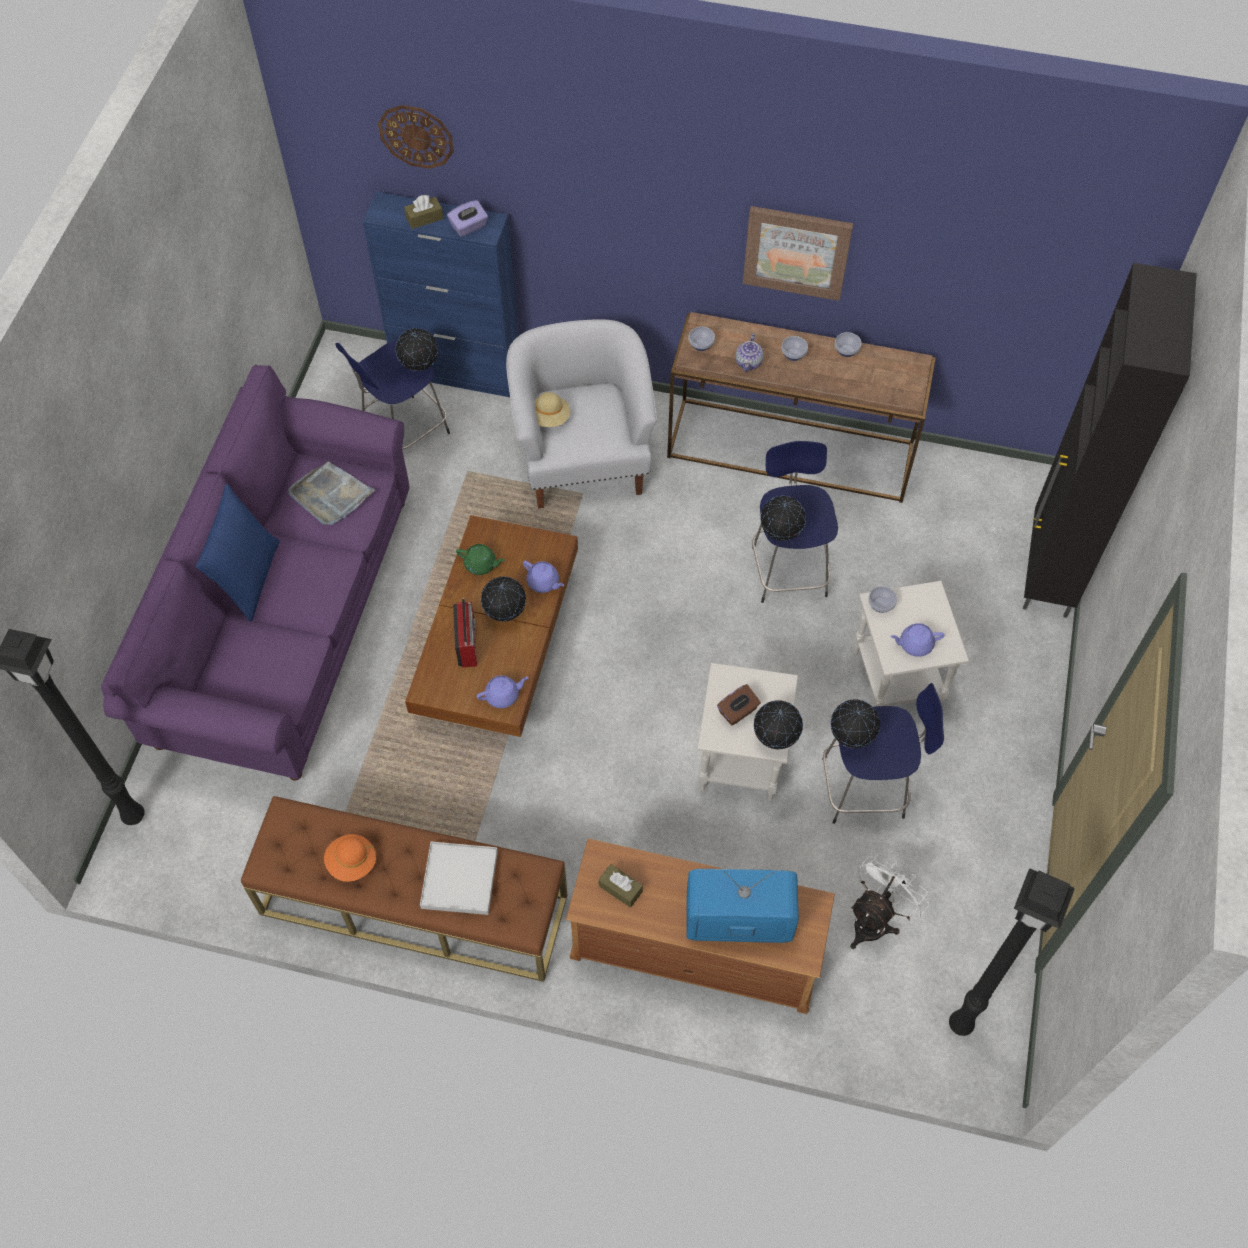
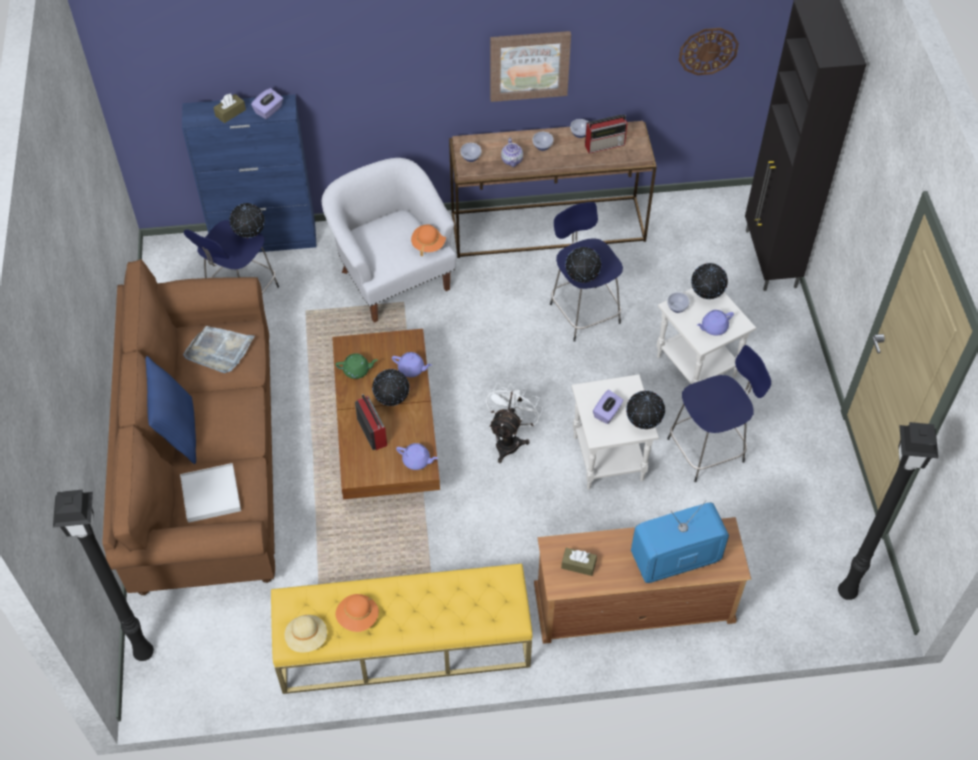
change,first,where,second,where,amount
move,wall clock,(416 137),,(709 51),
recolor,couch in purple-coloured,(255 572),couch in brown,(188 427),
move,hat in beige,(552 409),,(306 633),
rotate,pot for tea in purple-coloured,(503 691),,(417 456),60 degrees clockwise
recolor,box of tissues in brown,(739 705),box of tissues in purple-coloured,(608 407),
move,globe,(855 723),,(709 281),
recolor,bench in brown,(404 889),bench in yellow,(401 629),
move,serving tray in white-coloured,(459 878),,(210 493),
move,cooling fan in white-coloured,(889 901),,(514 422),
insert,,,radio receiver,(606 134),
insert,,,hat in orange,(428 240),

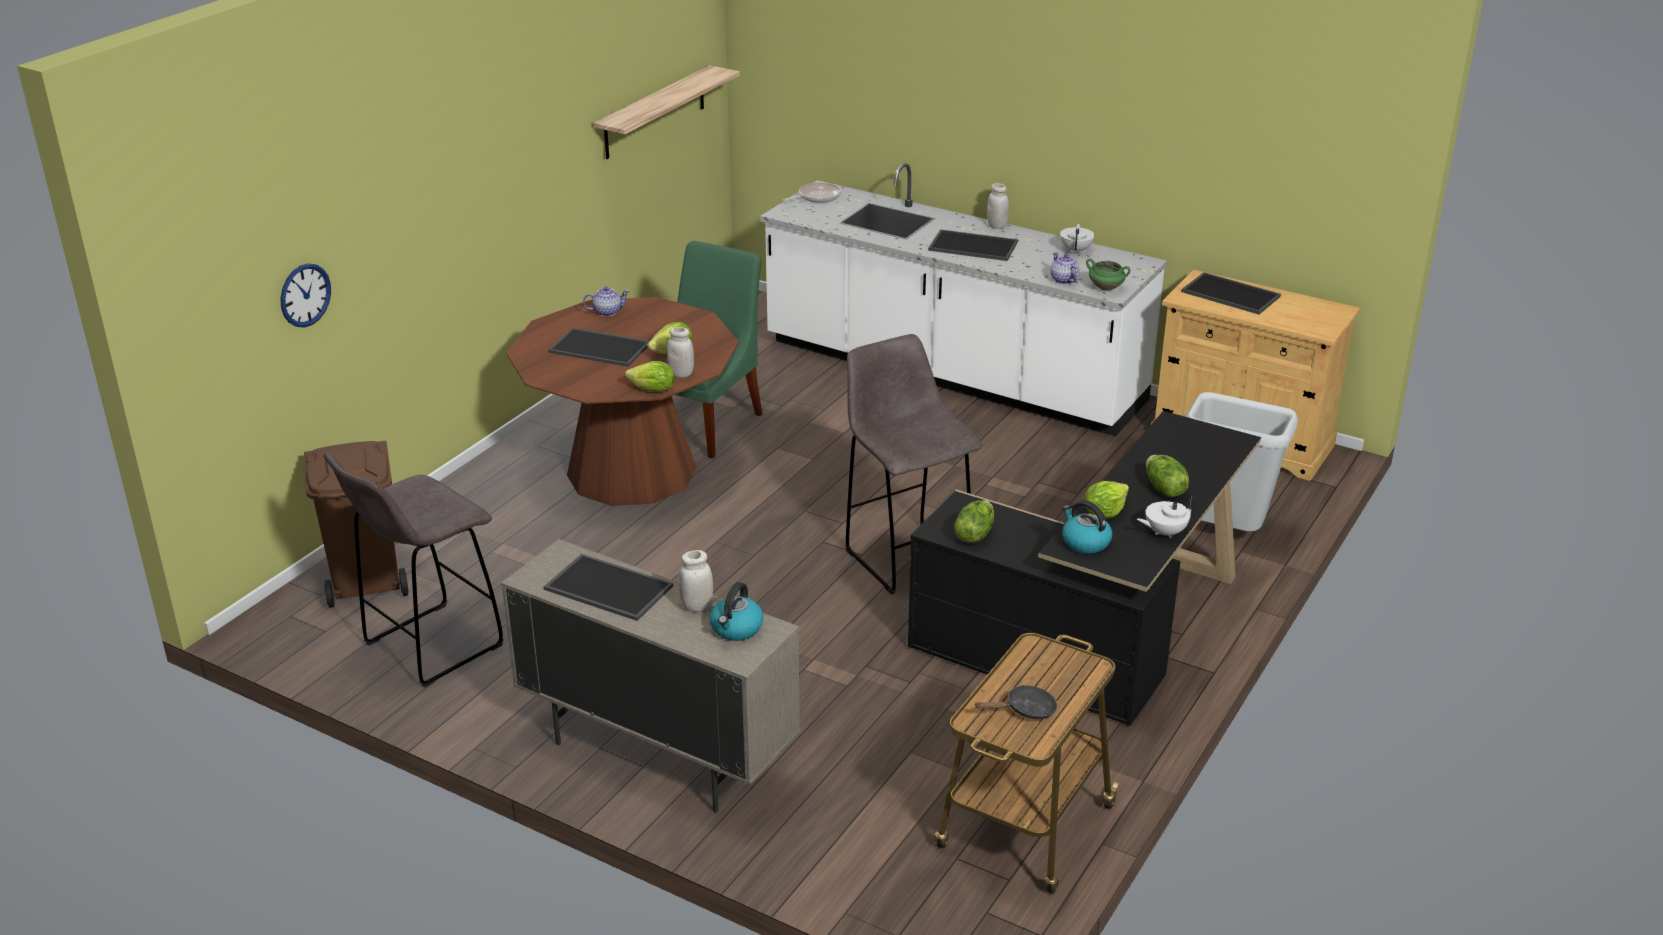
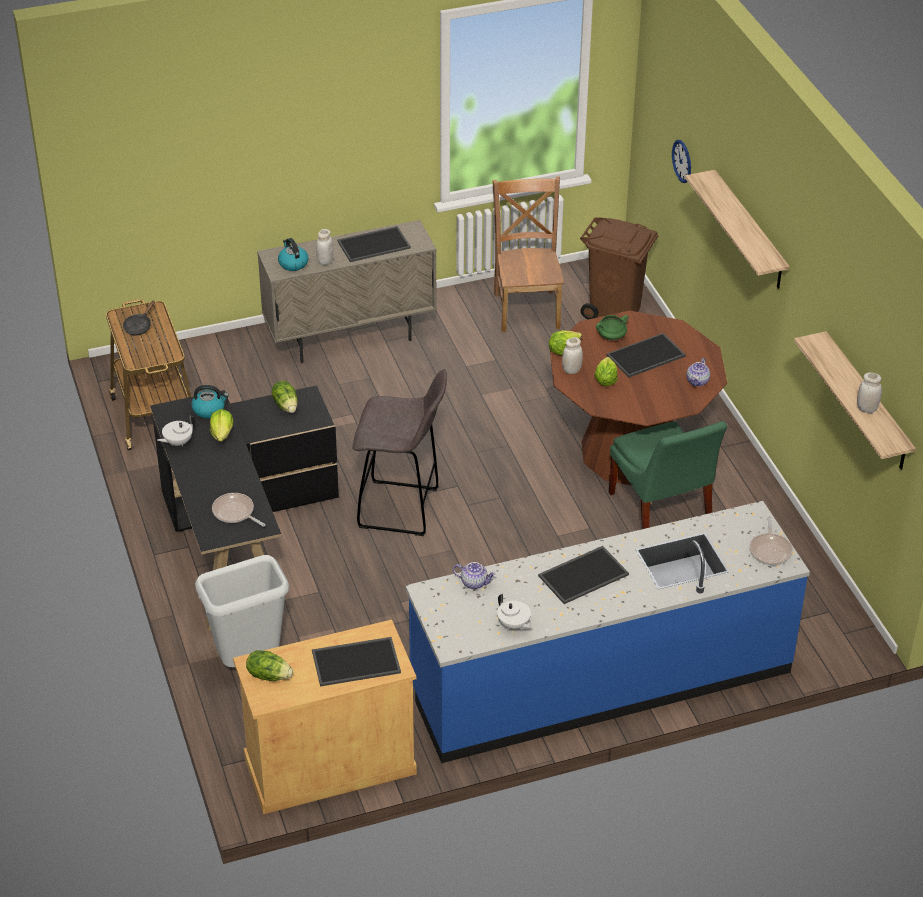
change,first,where,second,where,amount
recolor,kitchen base unit in white-coloured,(963 299),kitchen base unit in bluish,(607 632),
move,preserve jar in white-coloured,(998 206),,(869 392),
move,stockpot in greenish,(1108 274),,(612 327),
replace,sitting stool in gray,(414 570),plain chair in brown,(528 254),
move,lettuce,(1167 476),,(269 665),
rotate,pot for tea in white-coloured,(1166 516),,(176 430),150 degrees counterclockwise
insert,,,shelf,(737 229),
insert,,,pan,(238 510),

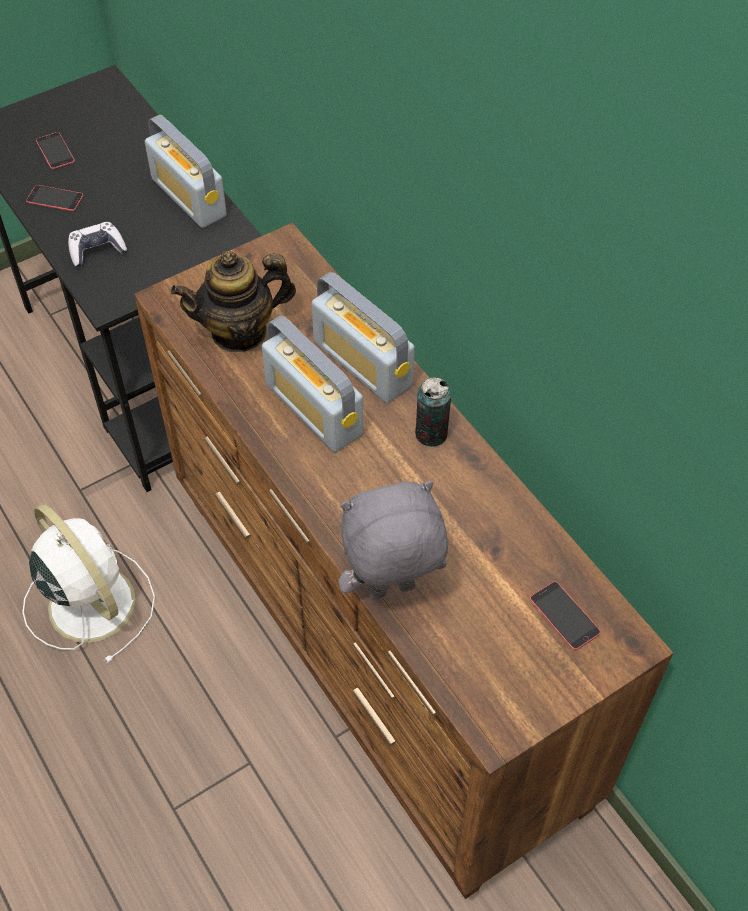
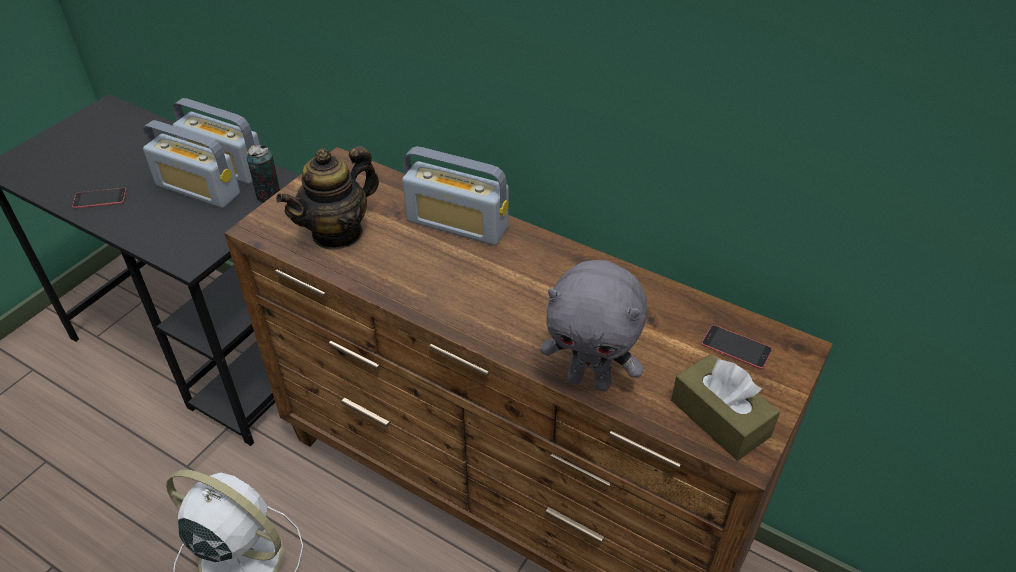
change,first,where,second,where,amount
delete,handset,(55 150),,,
delete,gamepad,(97 244),,,
move,radio receiver,(312 384),,(191 164),
move,metal can,(433 412),,(263 174),
rotate,cuddly toy in gray,(393 540),,(594 325),120 degrees counterclockwise
insert,,,box of tissues in brown,(725 407),

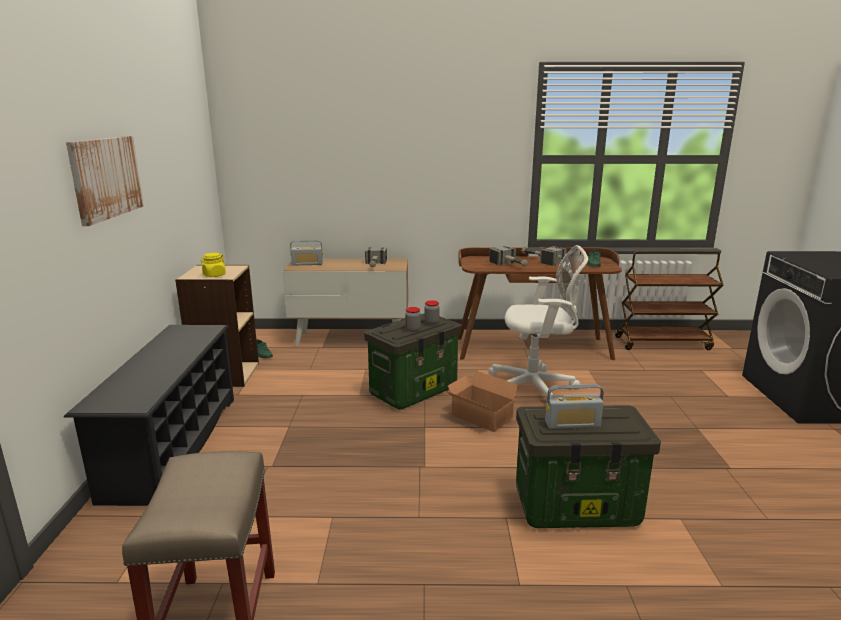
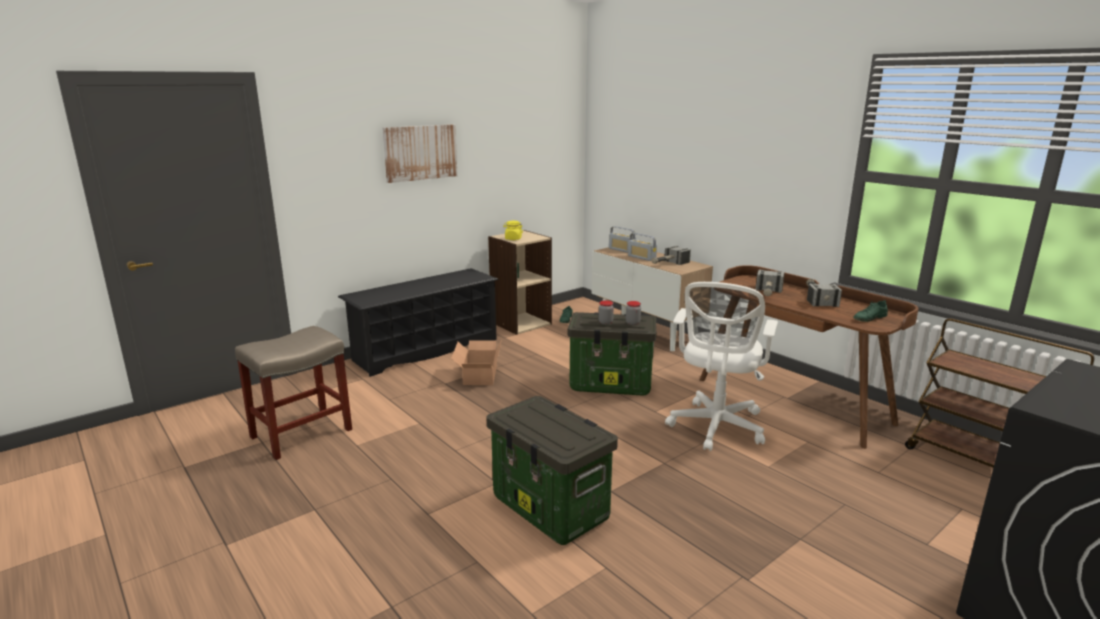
change,first,where,second,where,amount
rotate,computer chair in white-coloured,(538 320),,(721 366),60 degrees clockwise
move,cardboard box,(483 401),,(476 362),
move,radio receiver,(574 406),,(642 247),

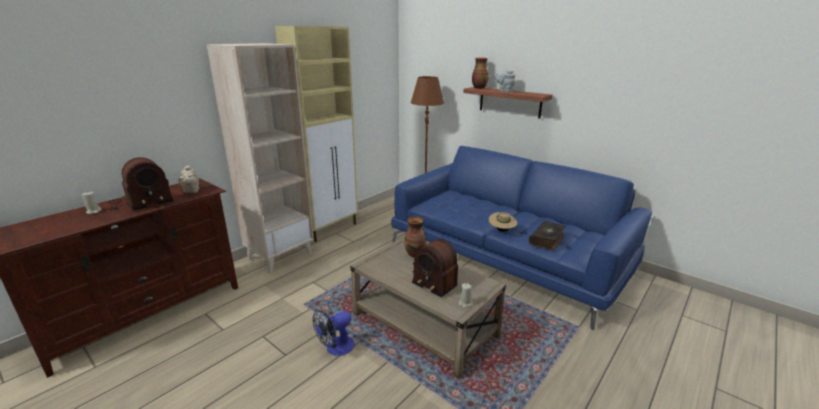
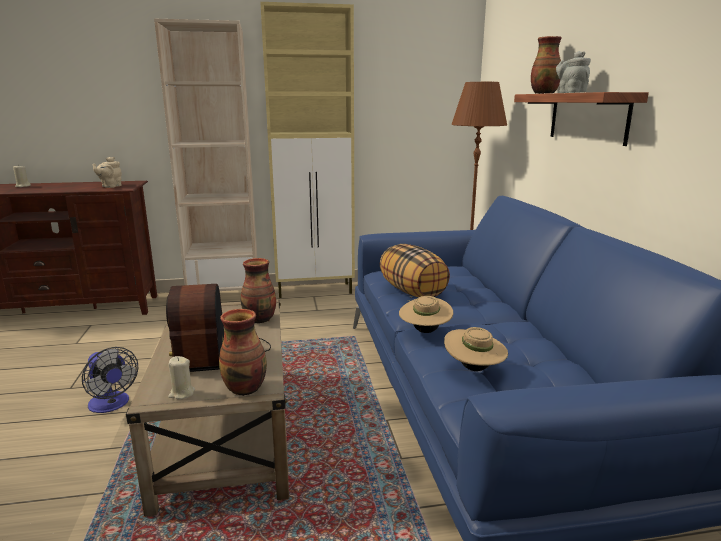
change,first,where,second,where,amount
delete,radio receiver,(141 184),,,
replace,bound book,(547 236),hat in beige,(476 349),
rotate,cooling fan,(333 333),,(110 380),135 degrees counterclockwise
insert,,,cushion,(415 270),
insert,,,flower vase,(243 352),

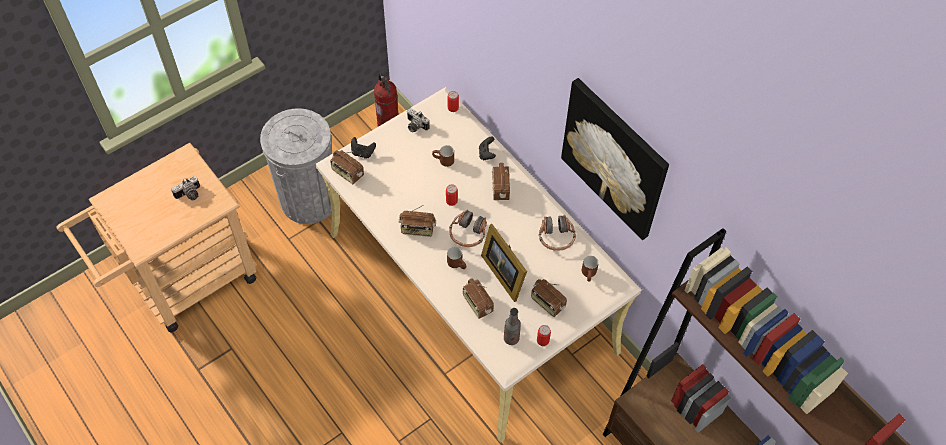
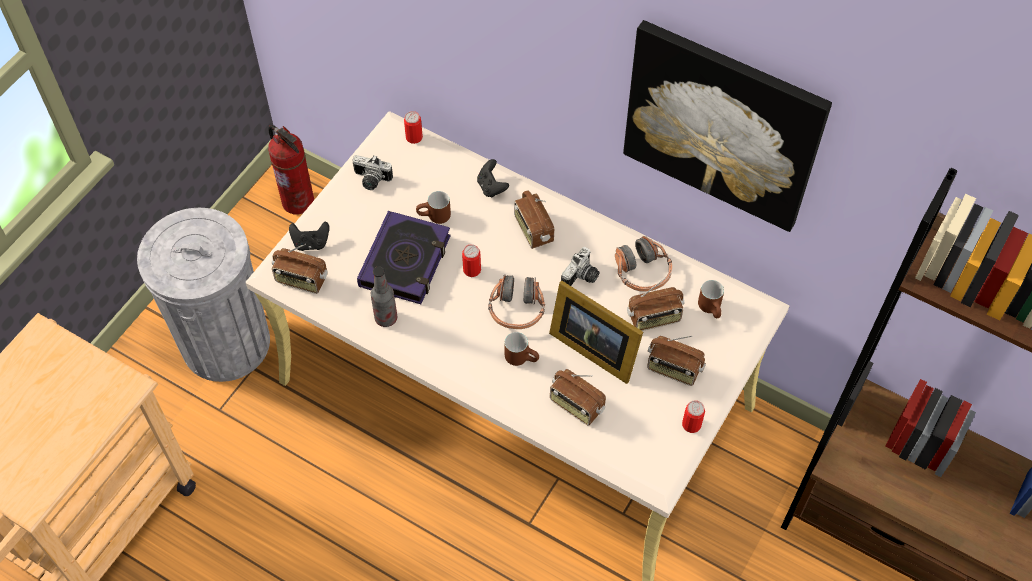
change,first,where,second,where,amount
move,still camera,(185 188),,(580 266),
move,radio receiver,(417 221),,(655 304),
move,beverage bottle,(512 326),,(384 296),
insert,,,bound book,(404 257),

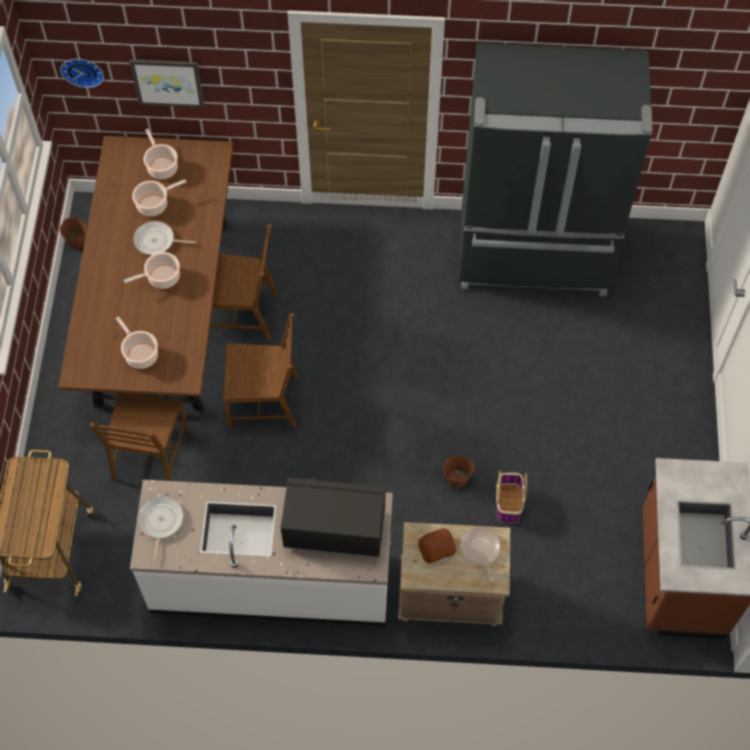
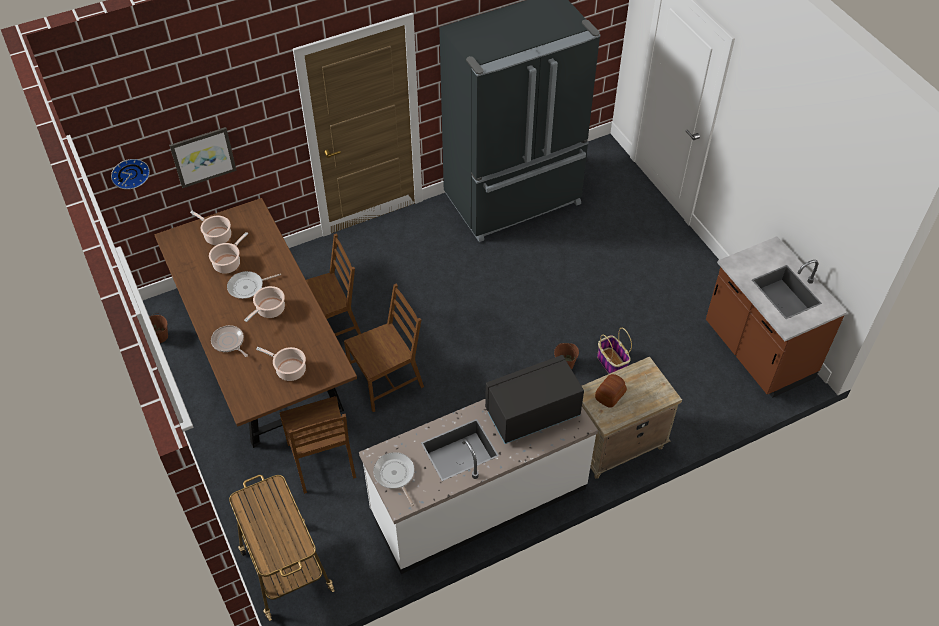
change,first,where,second,where,amount
move,pan,(480 554),,(229 341),

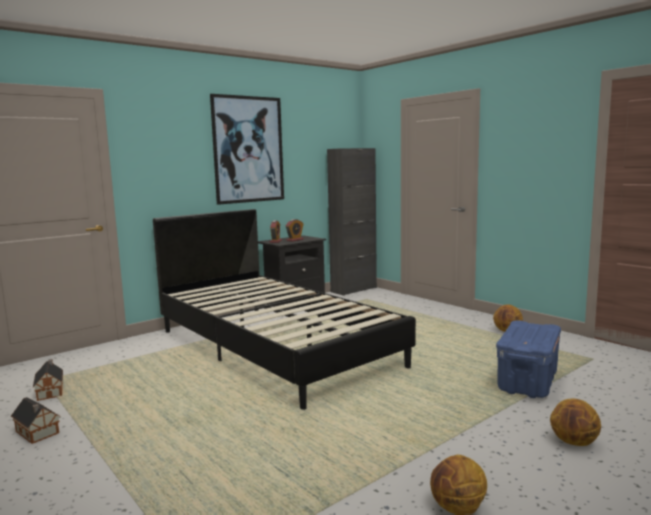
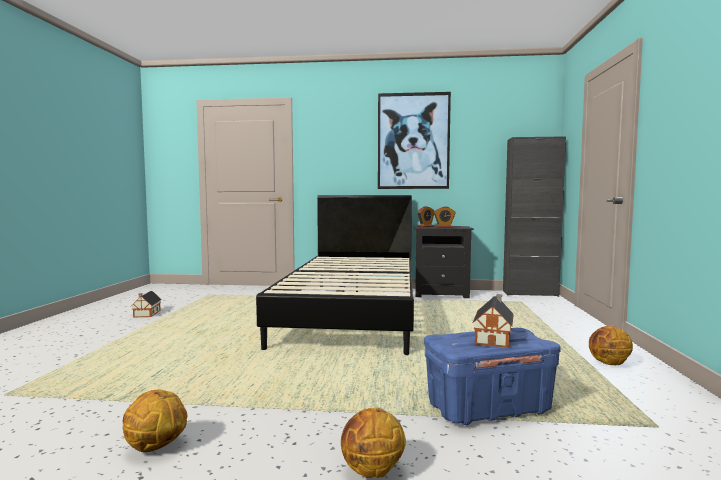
change,first,where,second,where,amount
move,toy house,(48 380),,(493 321),

